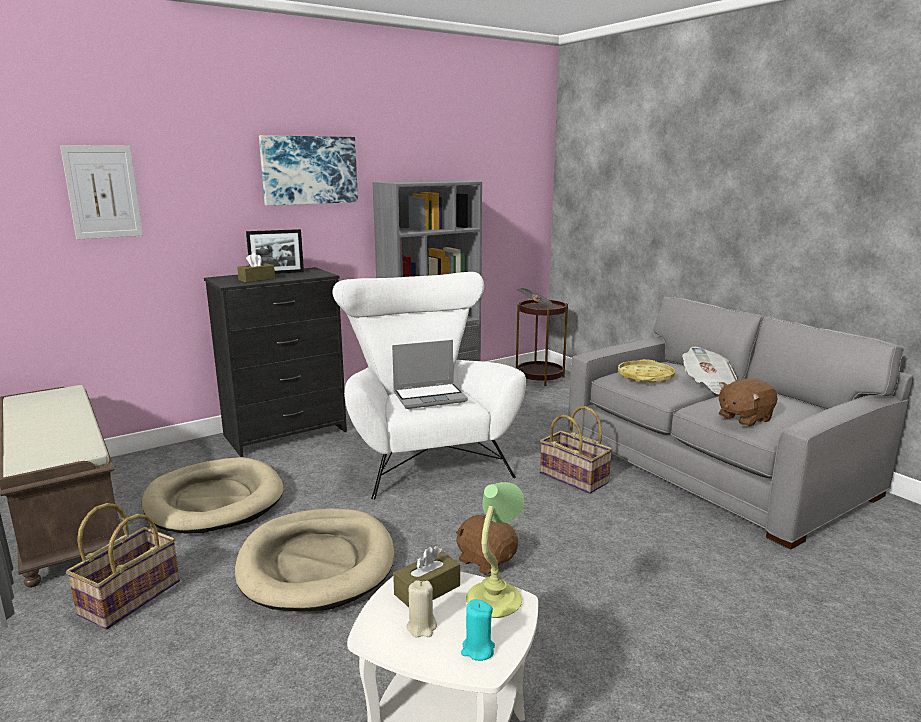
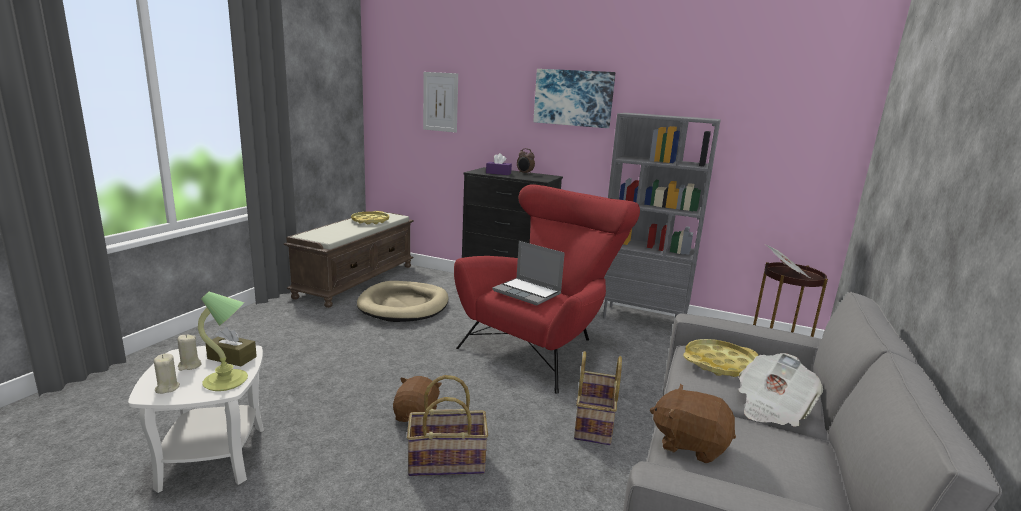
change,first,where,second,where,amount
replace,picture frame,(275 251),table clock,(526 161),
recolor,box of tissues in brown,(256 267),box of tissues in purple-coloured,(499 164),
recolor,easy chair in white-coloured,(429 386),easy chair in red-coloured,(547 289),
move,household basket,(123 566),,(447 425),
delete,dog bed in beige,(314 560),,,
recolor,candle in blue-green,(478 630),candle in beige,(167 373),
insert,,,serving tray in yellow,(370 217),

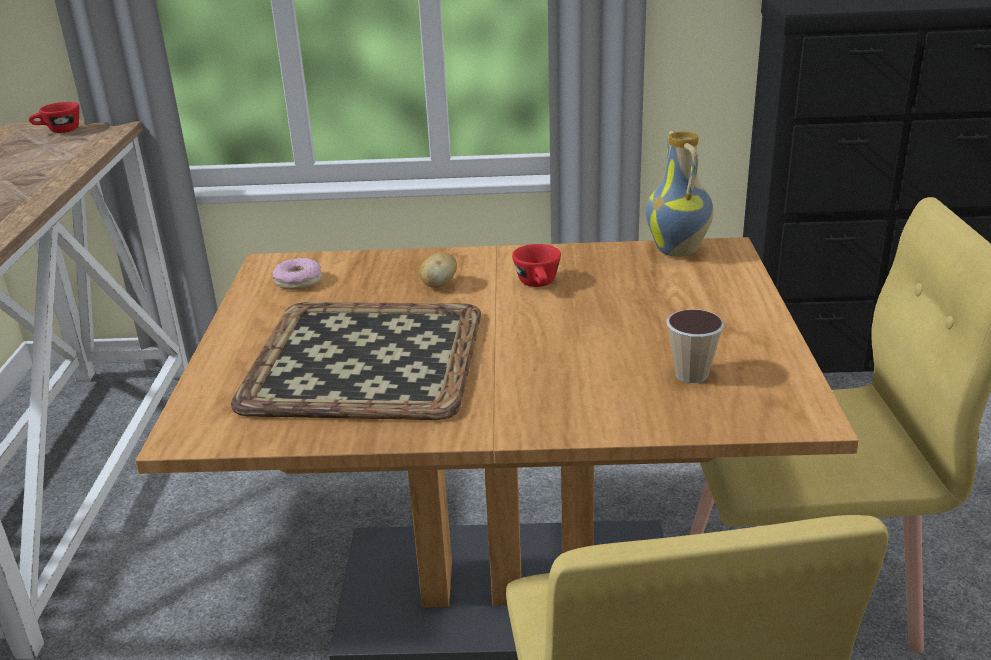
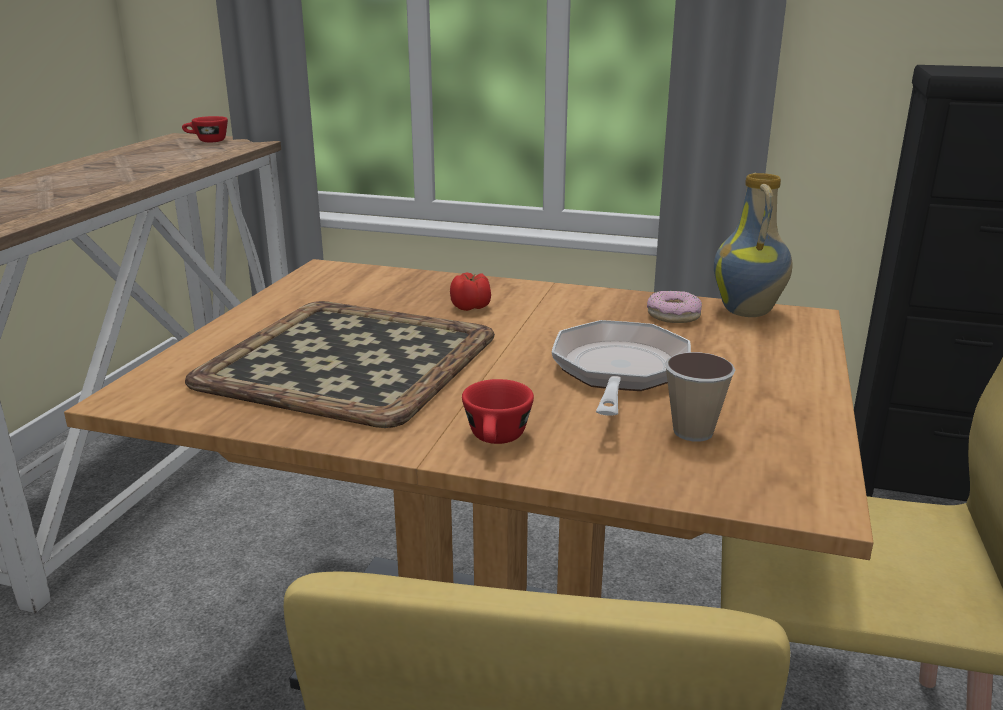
change,first,where,second,where,amount
move,drinking cup in red-coloured,(536 265),,(498 411),
replace,whole potato,(438 270),fresh tomato,(470 291),
move,donut,(297 274),,(674 307),
insert,,,pan,(621 368),

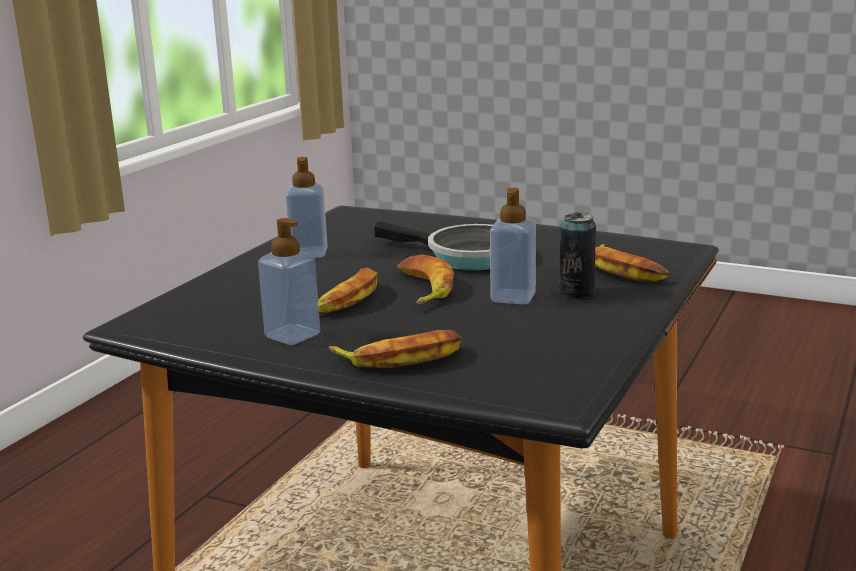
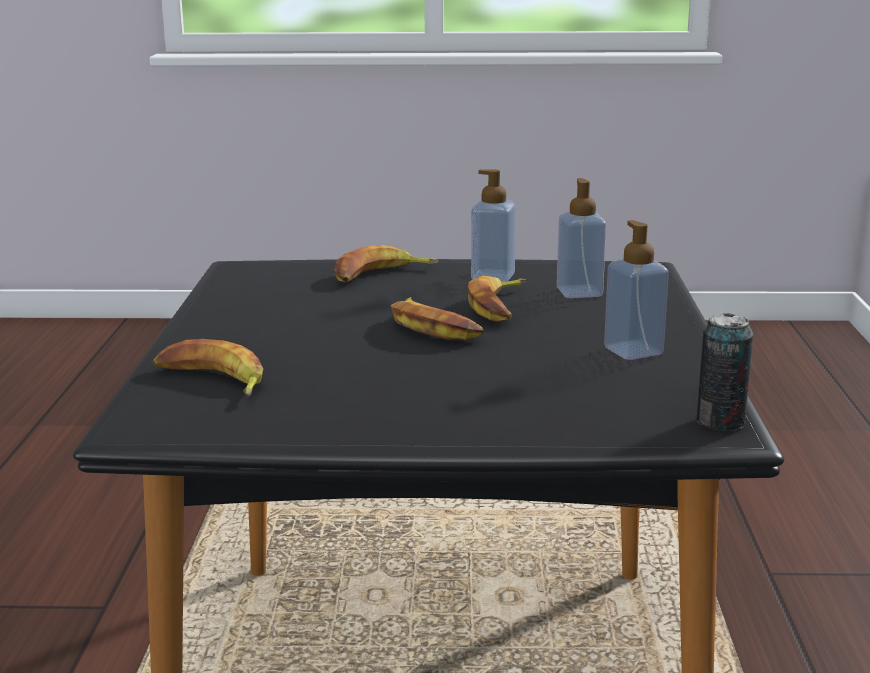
change,first,where,second,where,amount
move,liquid soap bottle,(513 246),,(581 238),
move,metal can,(578 255),,(724 372),
delete,pan,(433 245),,,

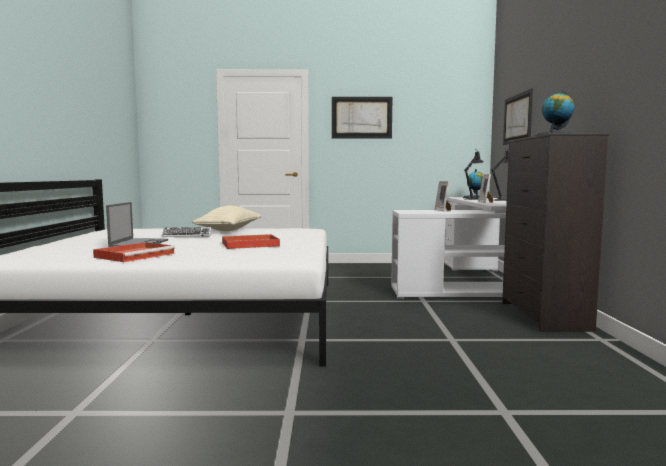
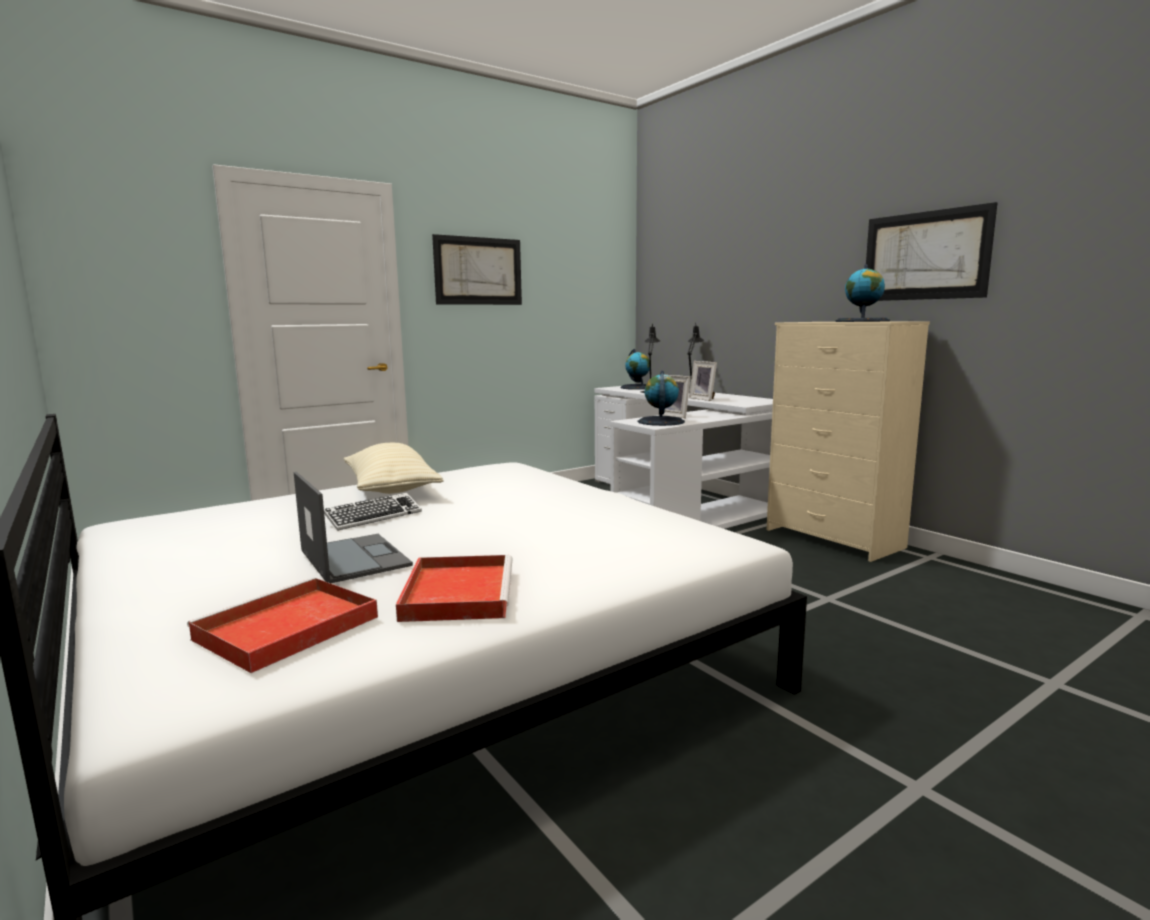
change,first,where,second,where,amount
move,picture,(518 116),,(932 251),
recolor,chest of drawers in blackish,(556 232),chest of drawers in beige,(848 441),
move,serving tray in red-coloured,(251 241),,(282 625),
insert,,,globe,(661 398),

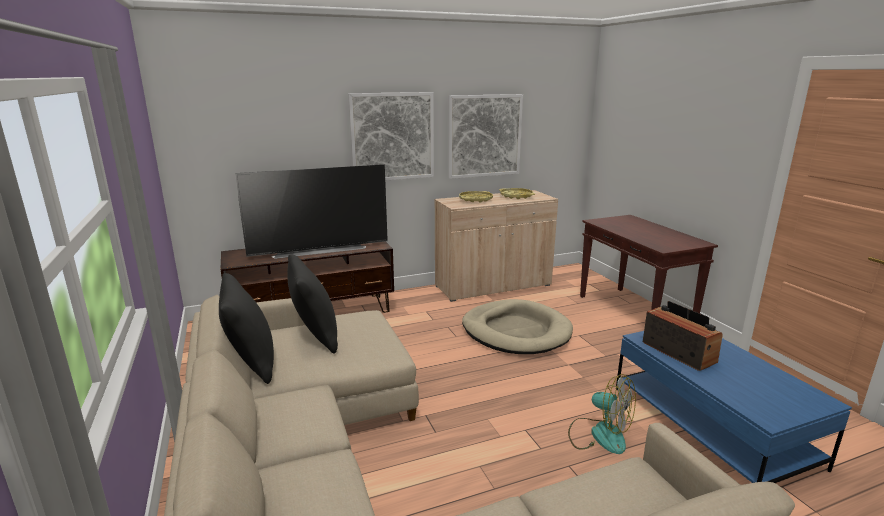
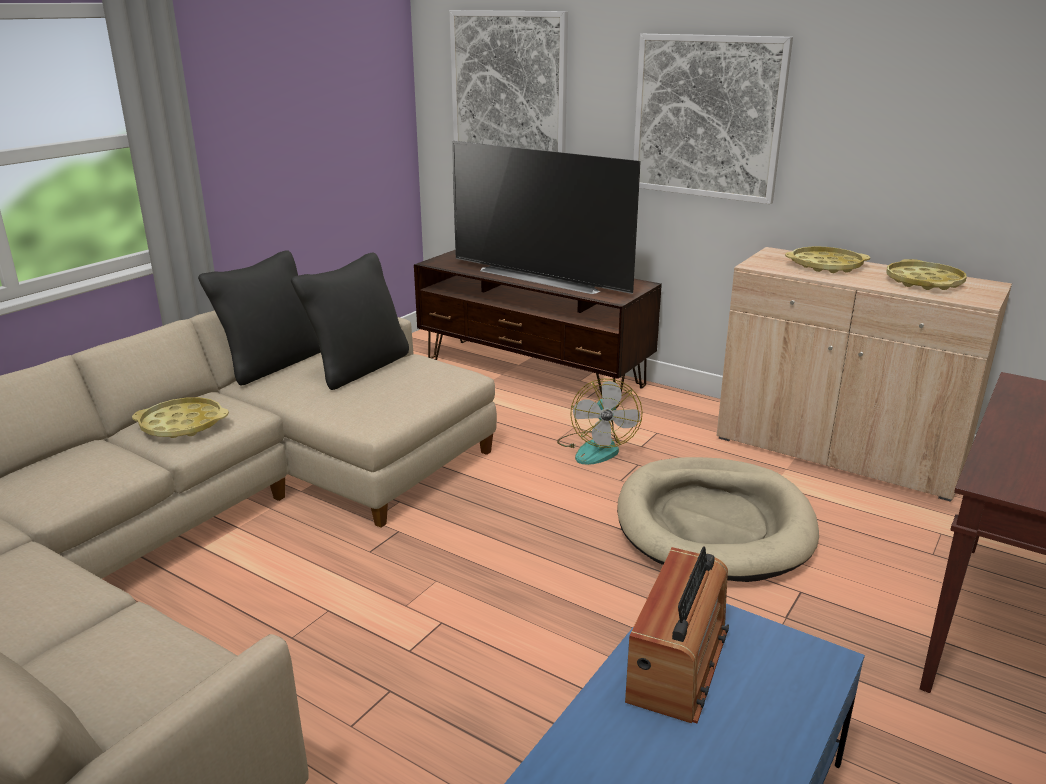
change,first,where,second,where,amount
move,picture,(485 136),,(508 81),
move,cooling fan,(602 414),,(600 421),
insert,,,serving tray in yellow,(180 417),

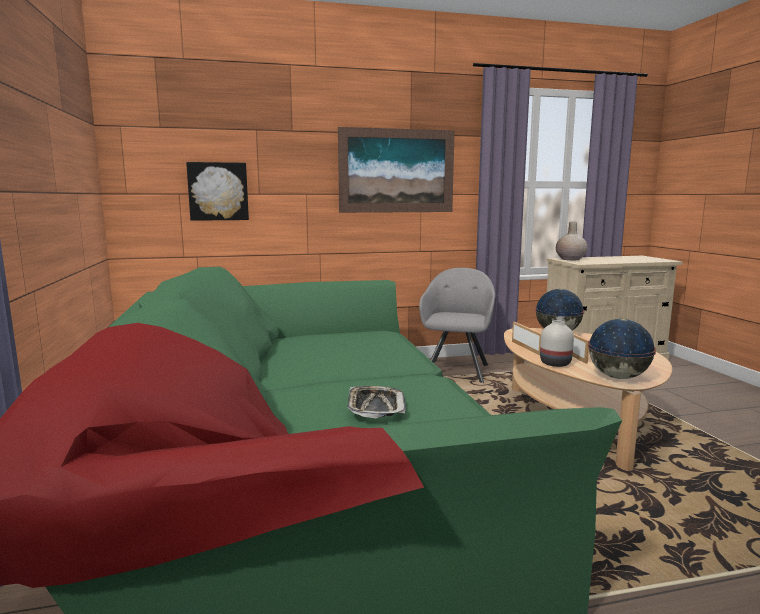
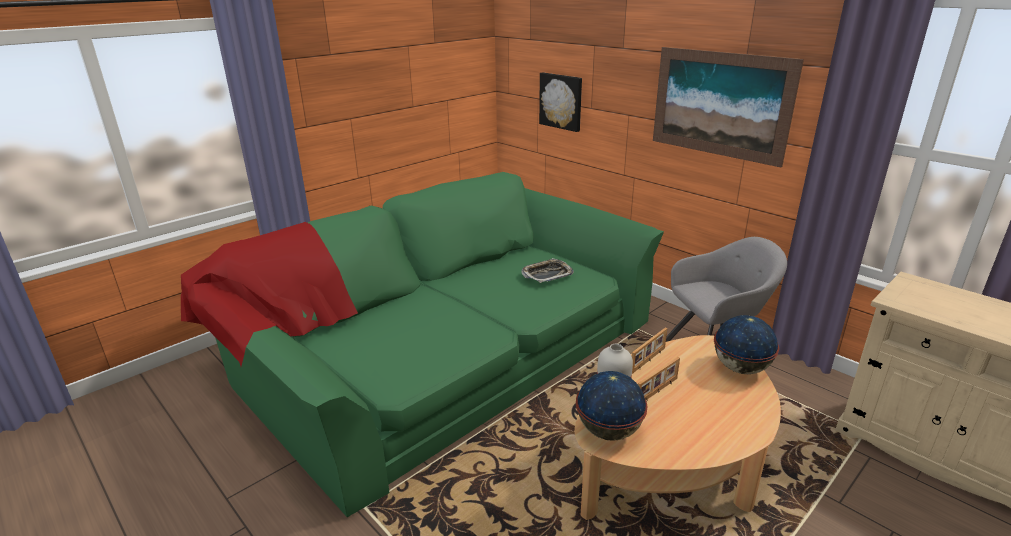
change,first,where,second,where,amount
delete,flower vase in beige,(572 241),,,
move,serving tray,(376 402),,(547 270),

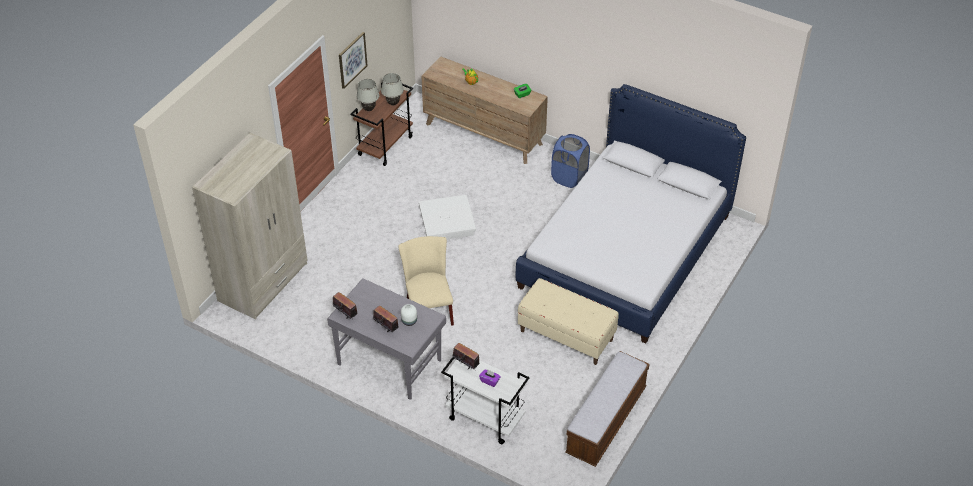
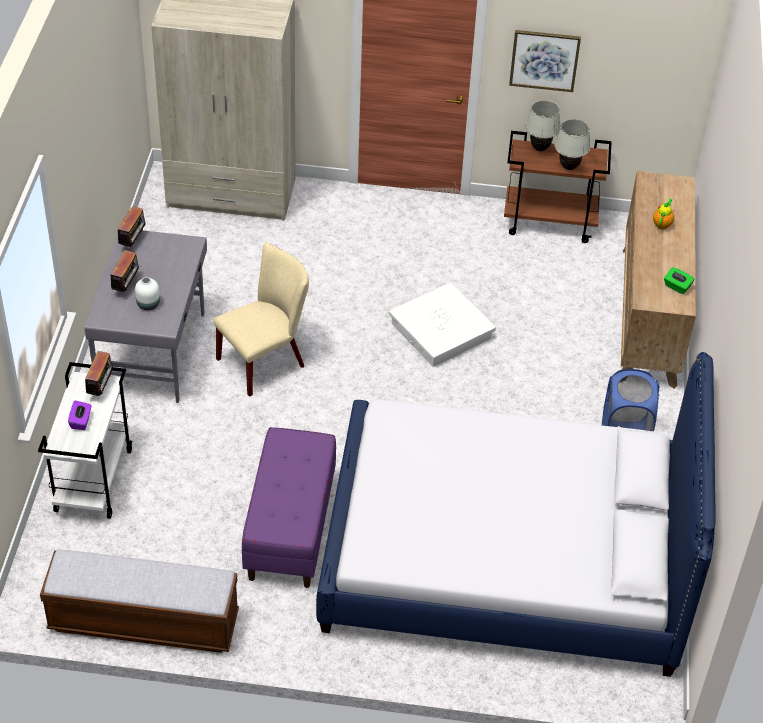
change,first,where,second,where,amount
recolor,bench in beige,(568 321),bench in purple-coloured,(289 507),

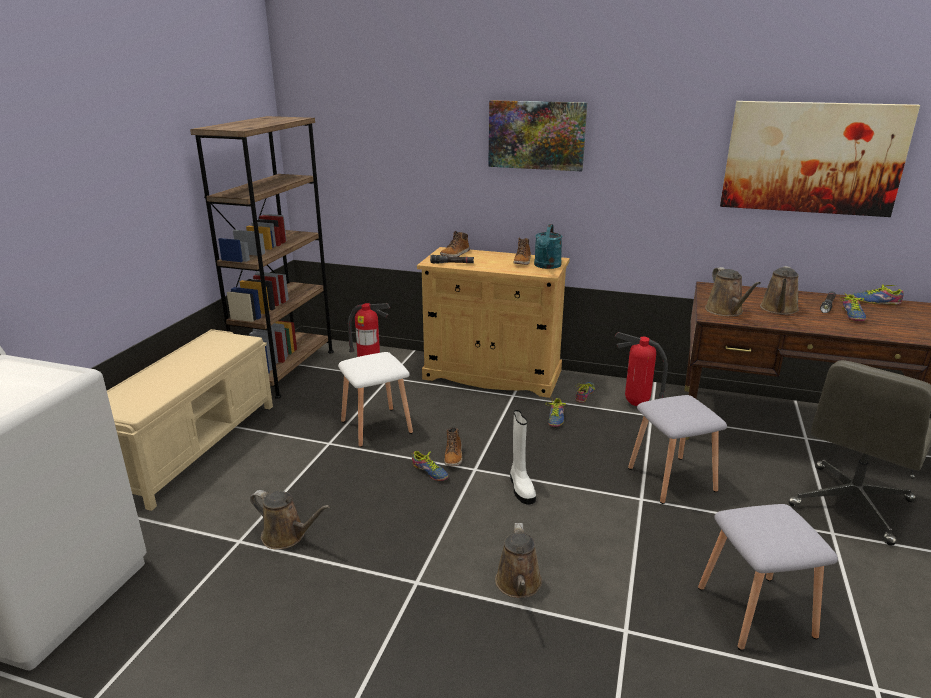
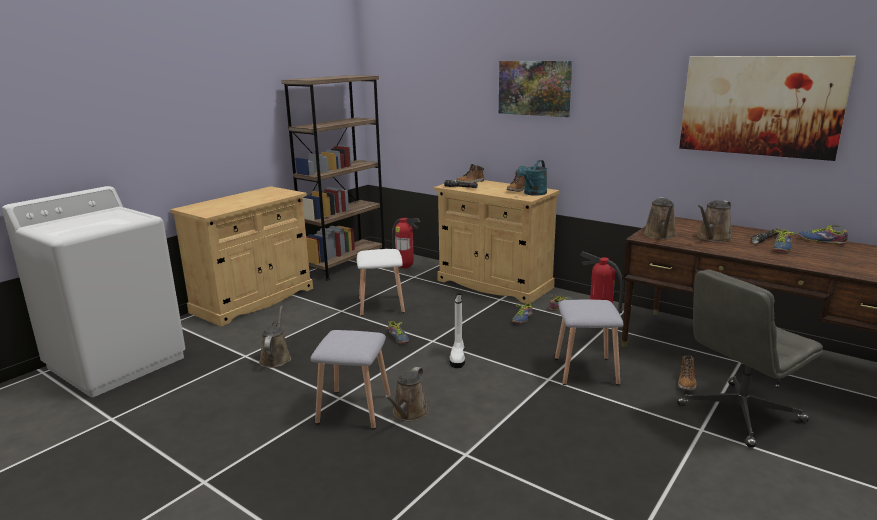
change,first,where,second,where,amount
replace,bench in beige,(190 420),storage cabinet in beige,(241 256),
move,boot,(453 446),,(687 372),
rotate,watering pot in brown,(290 520),,(275 337),135 degrees counterclockwise
move,sitting stool in gray,(768 577),,(350 379),

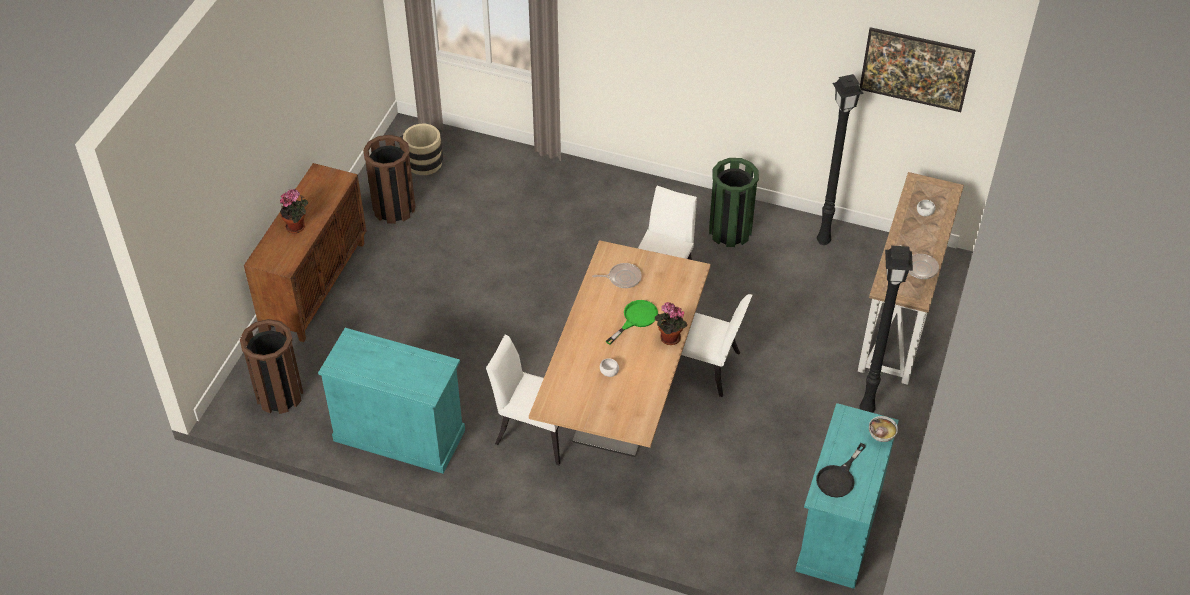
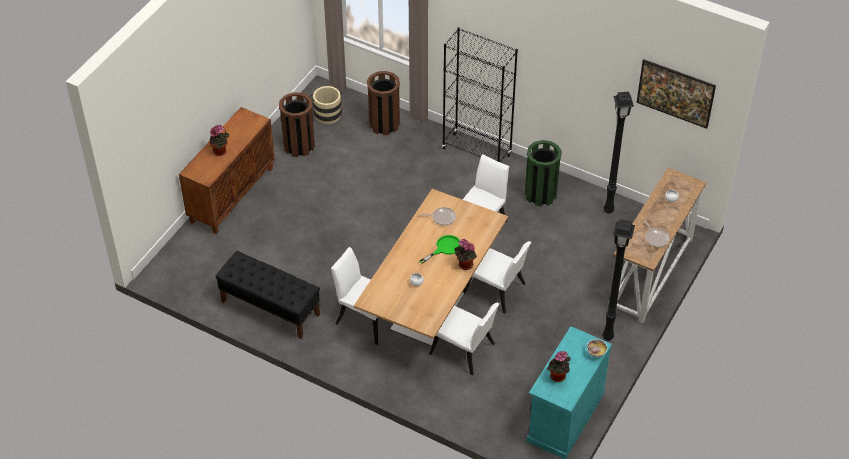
change,first,where,second,where,amount
move,trash can in brown,(271 366),,(383 103),
replace,storage cabinet in blue-green,(391 401),bench in blackish,(267 295),
replace,pan in blackish,(841 470),houseplant,(559 366),
insert,,,shelving unit in blackish,(480 94),
insert,,,plain chair in white-coloured,(464 339),

